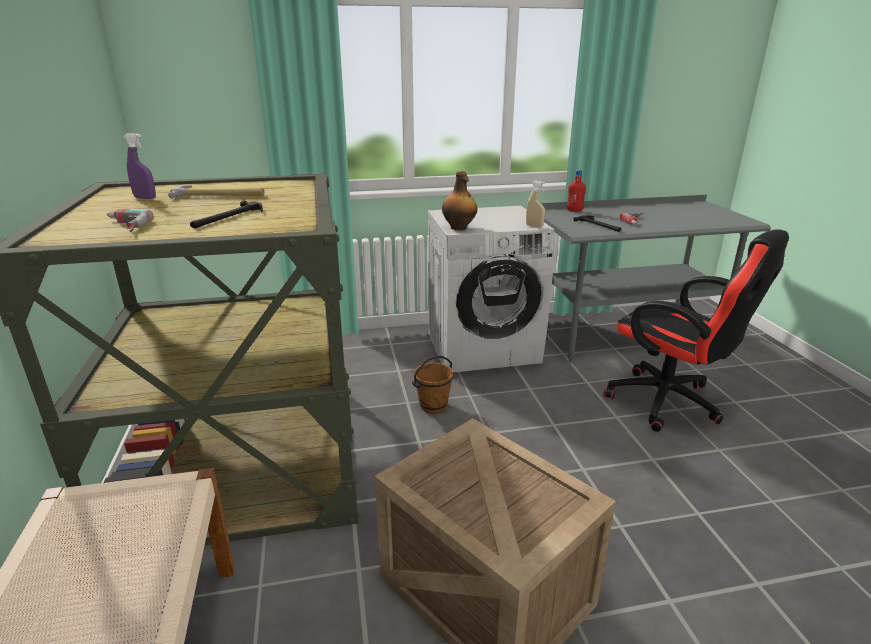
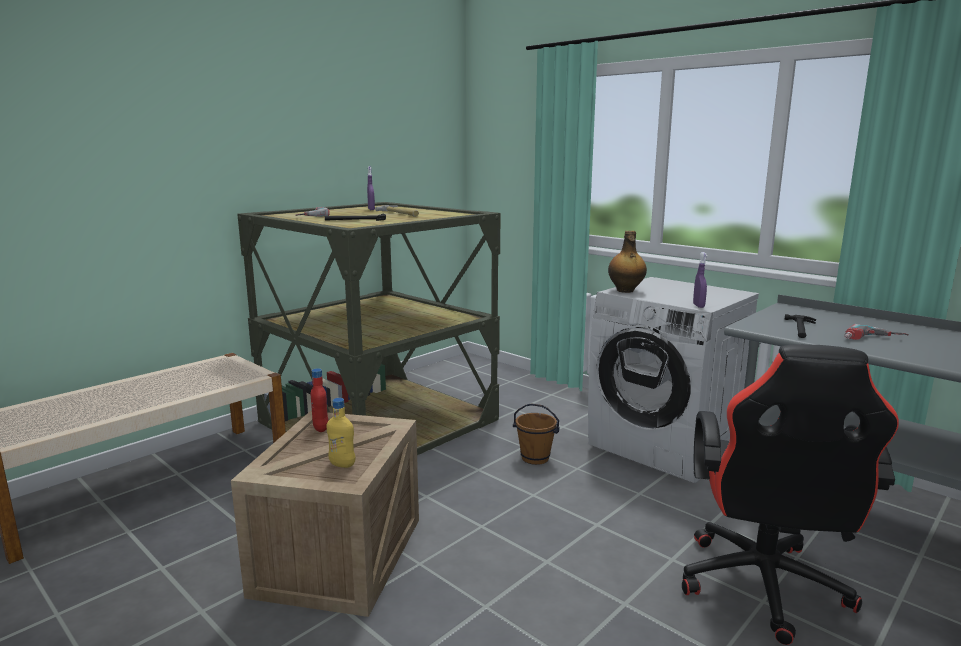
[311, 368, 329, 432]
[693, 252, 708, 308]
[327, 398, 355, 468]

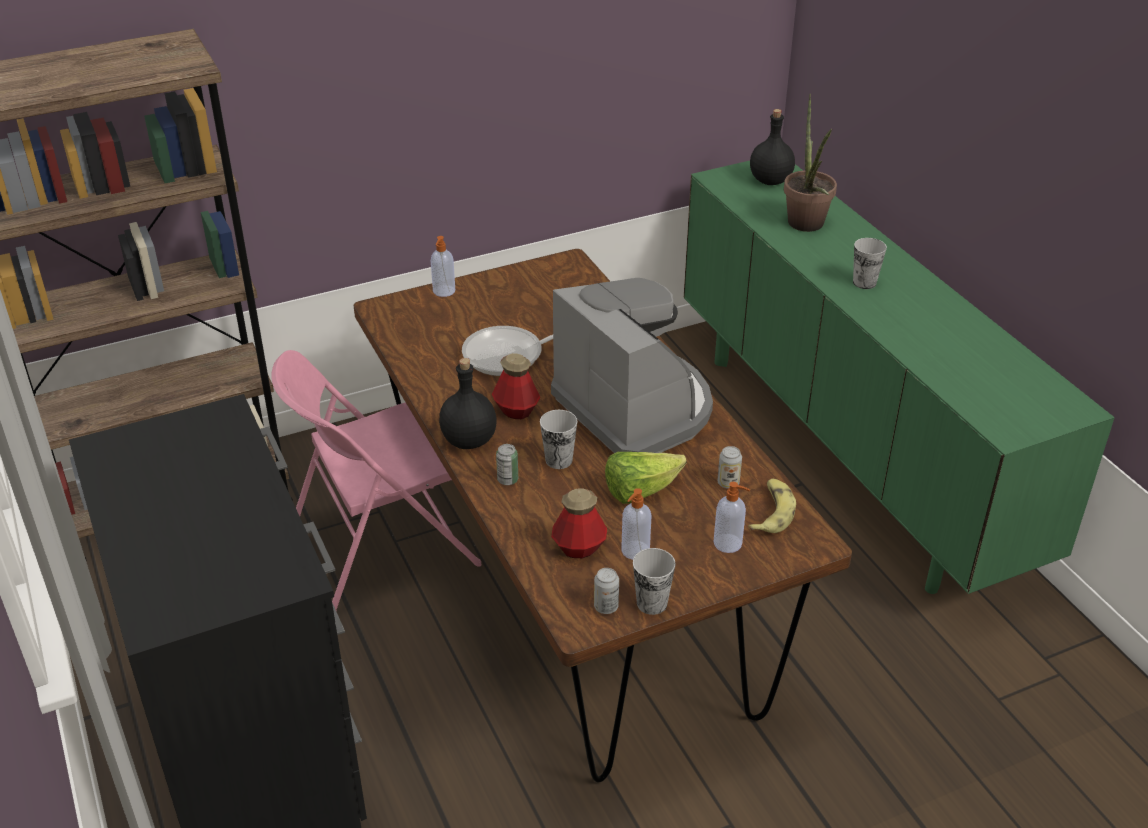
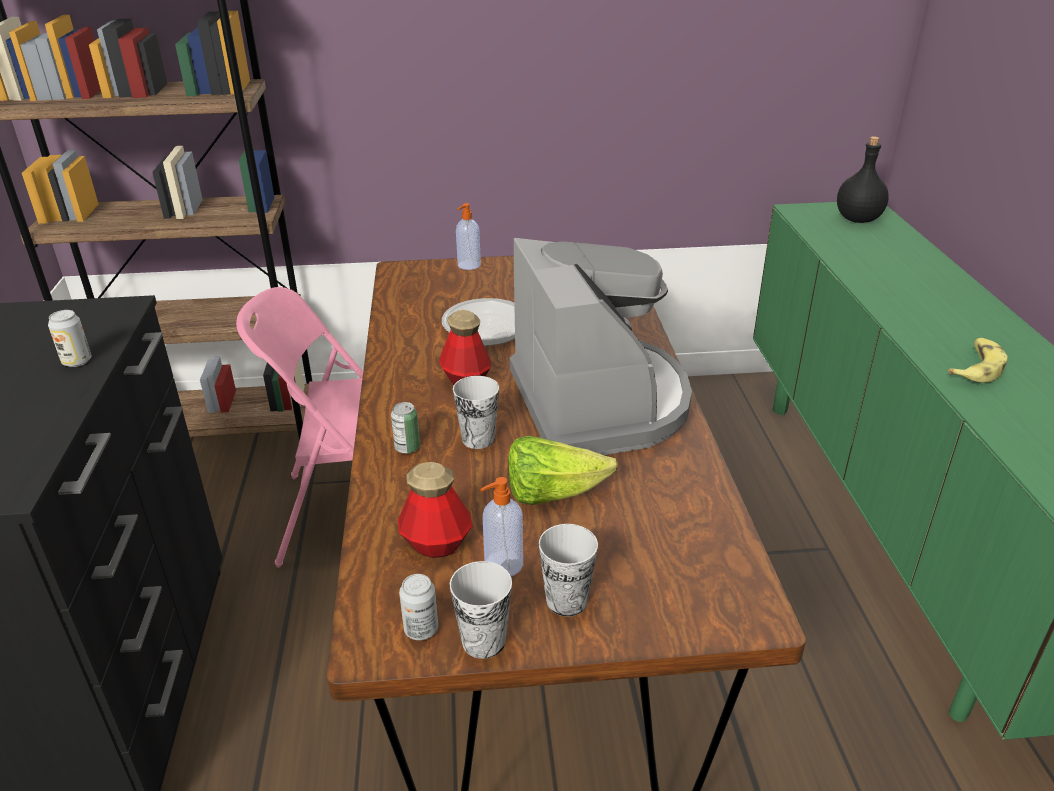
[784, 94, 837, 232] (first image)
[539, 524, 598, 616]
[439, 358, 497, 449] (first image)
[48, 310, 92, 367]
[948, 338, 1008, 383]
[713, 482, 750, 553] (first image)

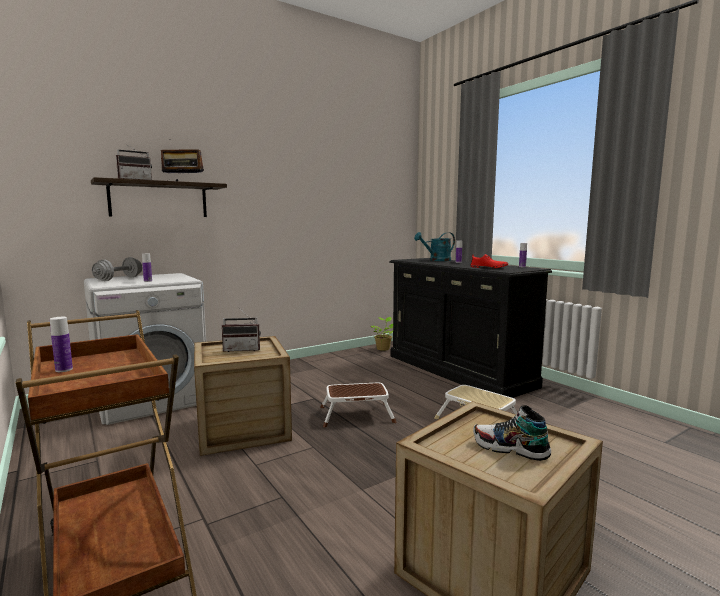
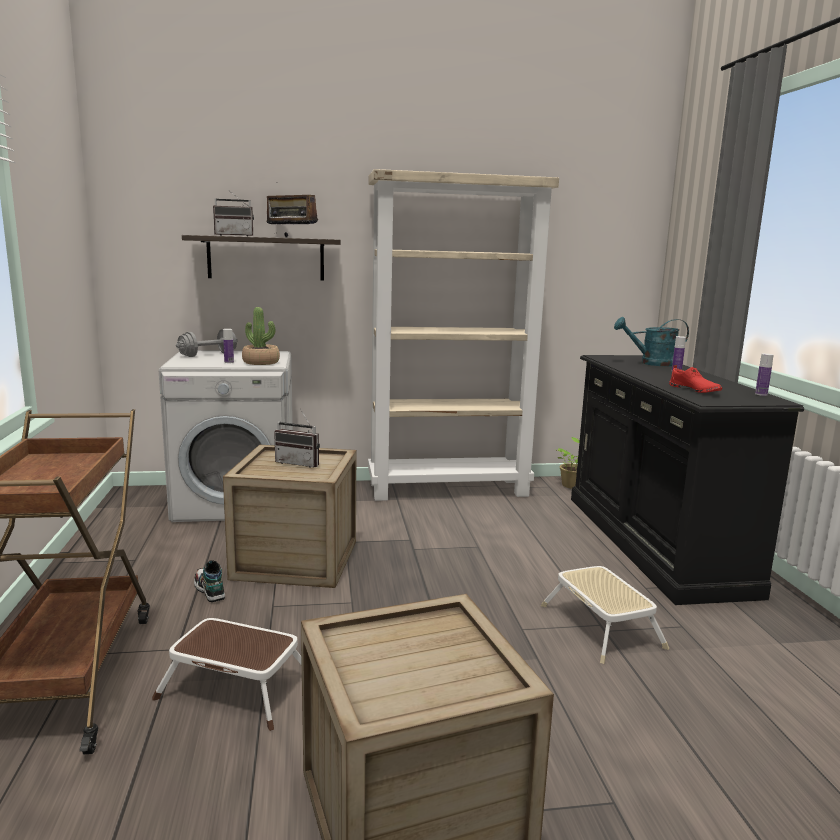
[50, 317, 73, 372] (first image)
[152, 618, 302, 731]
[194, 560, 225, 602]
[368, 169, 559, 501]
[242, 307, 280, 365]

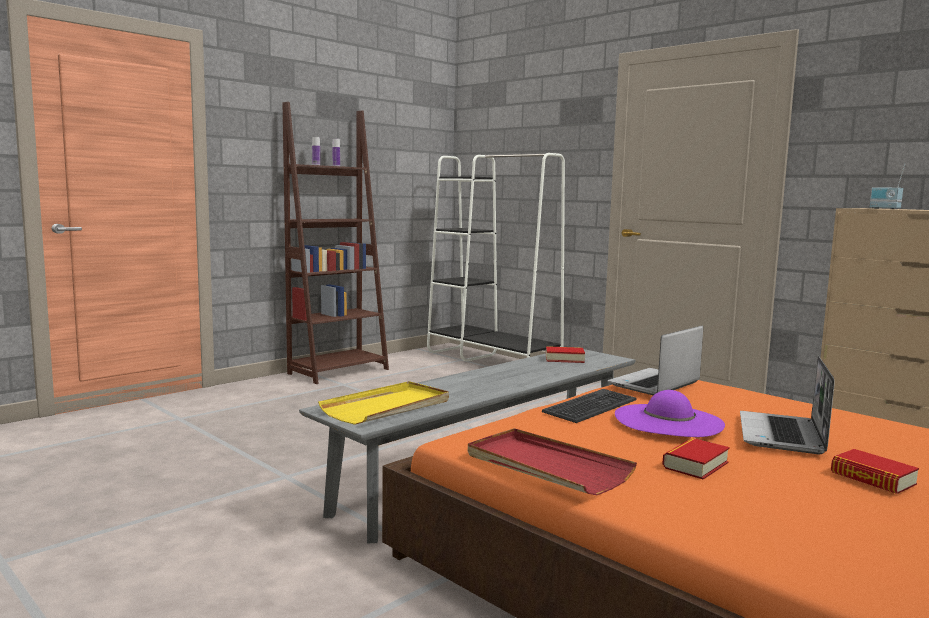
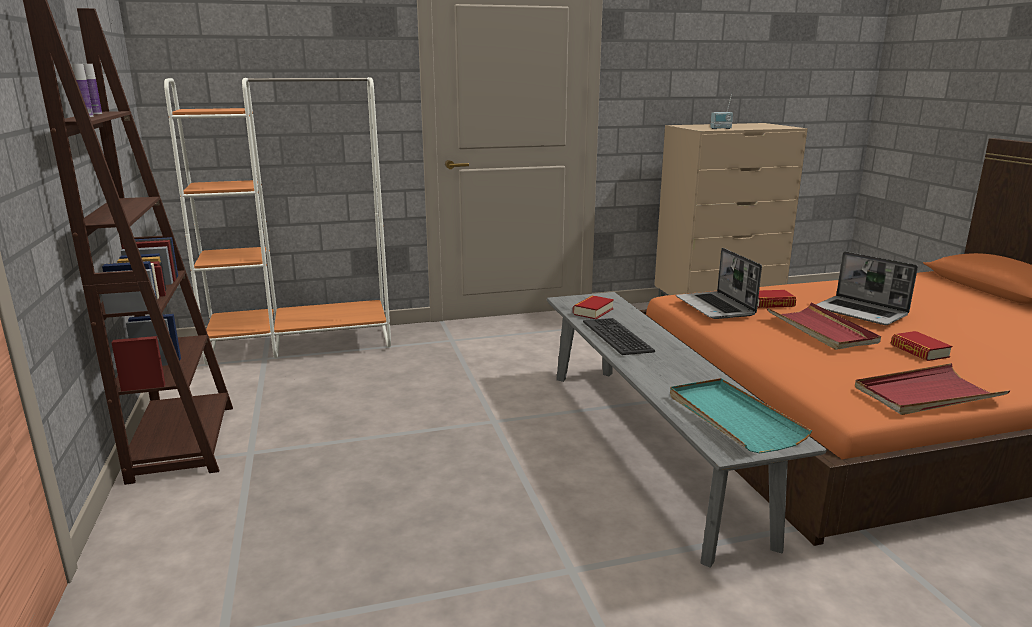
[164, 77, 391, 365]
[670, 378, 812, 454]
[583, 318, 655, 355]
[767, 302, 881, 350]
[757, 290, 796, 308]

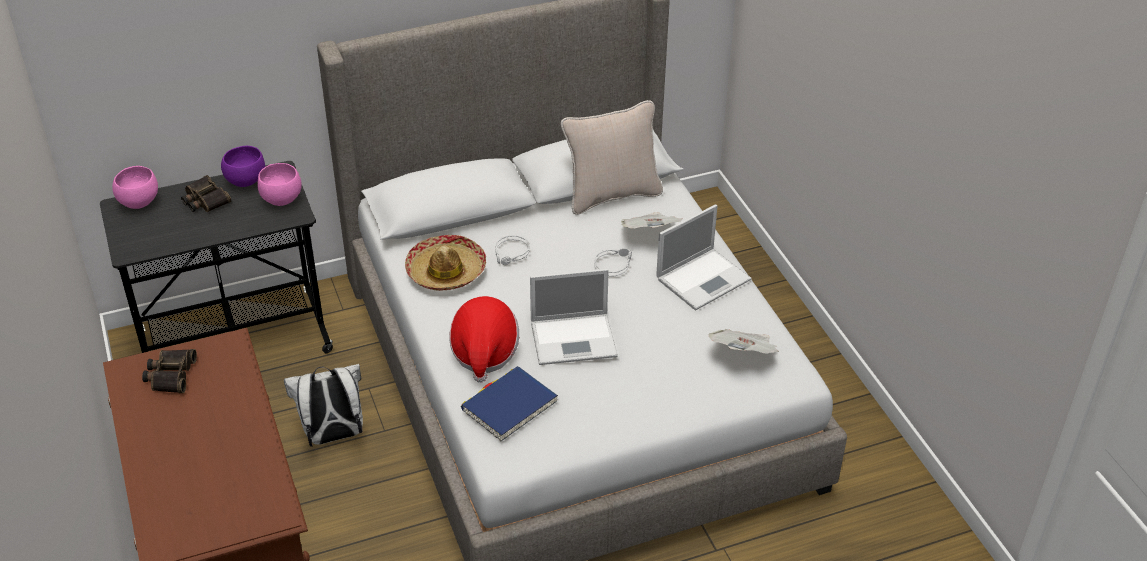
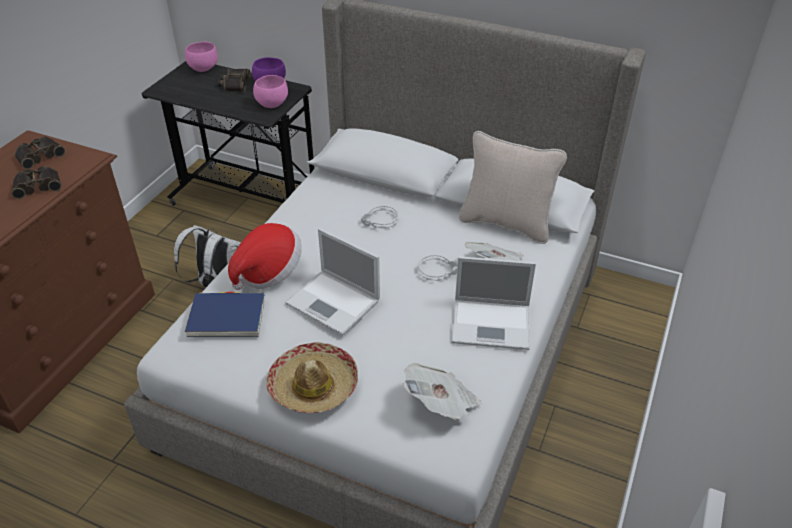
[266, 342, 358, 413]
[11, 166, 62, 199]

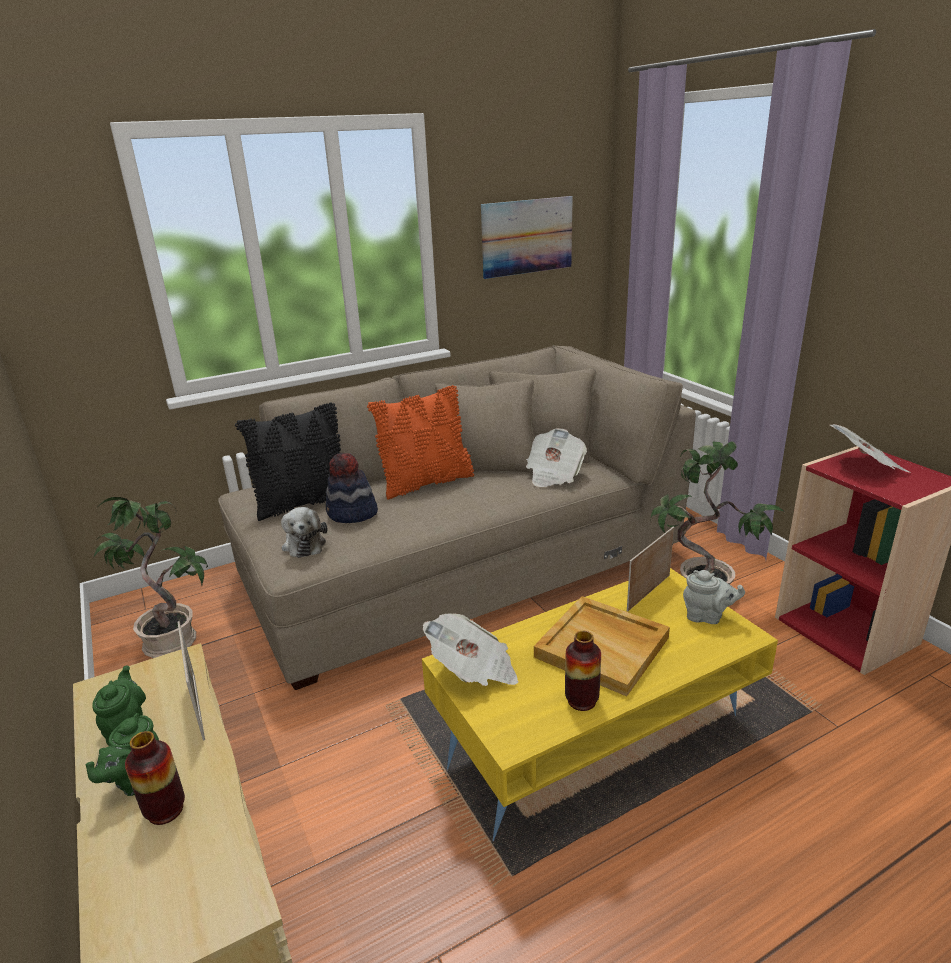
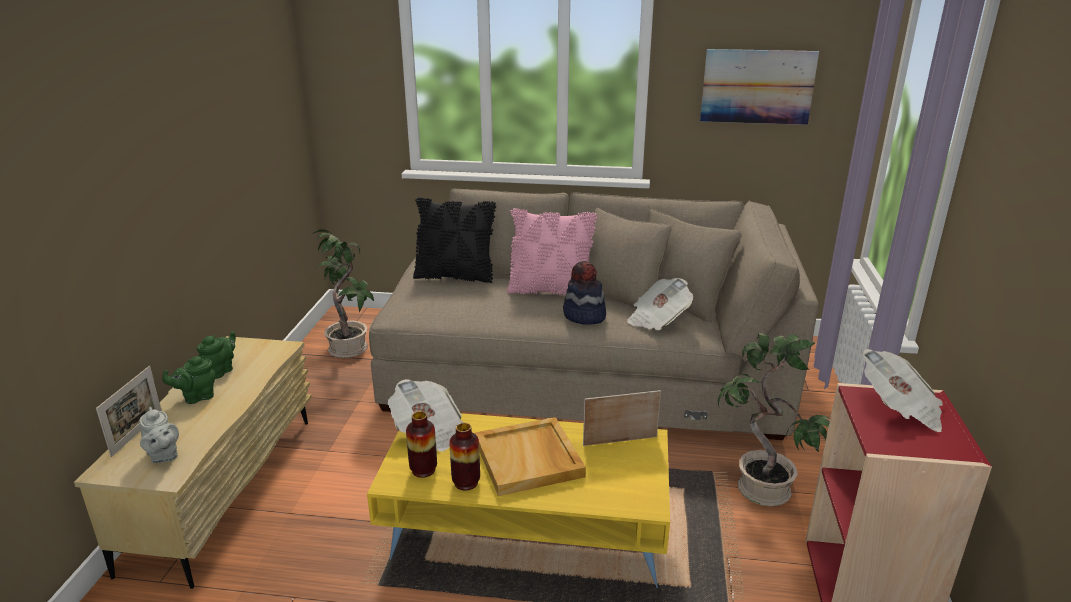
[507, 208, 597, 296]
[563, 261, 606, 325]
[281, 507, 327, 558] (first image)
[140, 407, 179, 464]
[96, 366, 162, 457]
[406, 411, 437, 478]

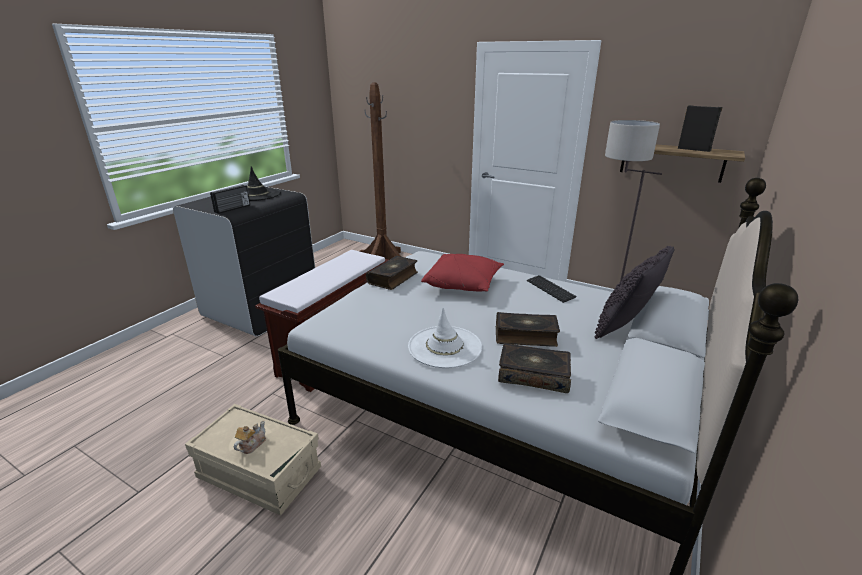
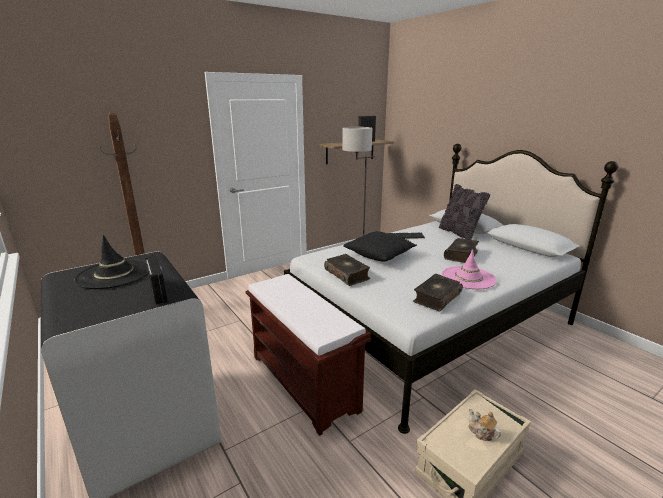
[343, 231, 417, 262]
[442, 249, 497, 289]
[413, 274, 463, 311]

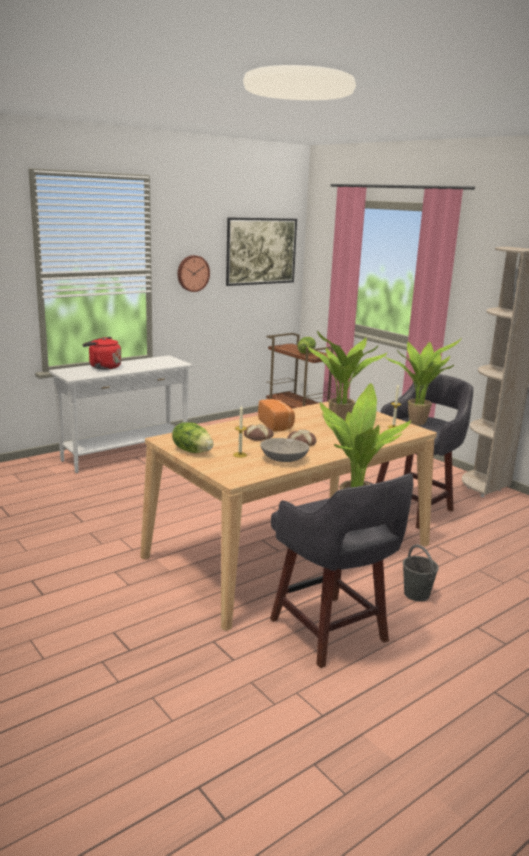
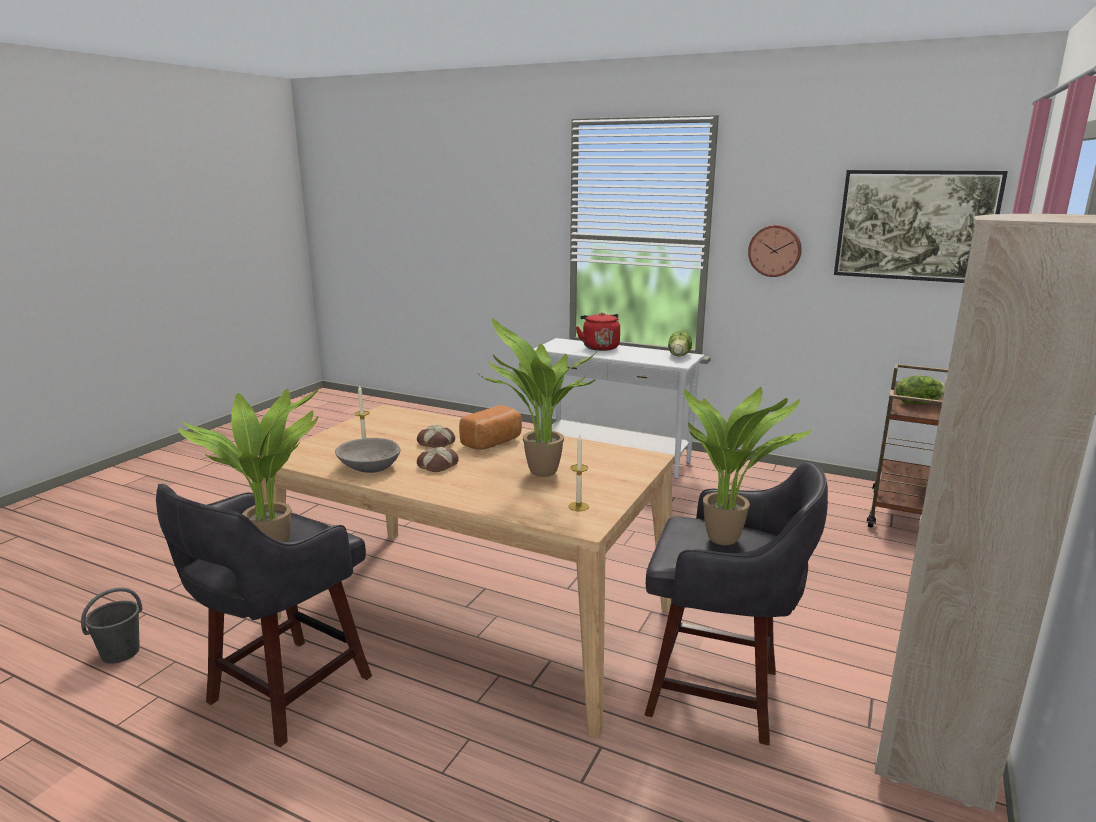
[668, 331, 692, 356]
[81, 587, 142, 664]

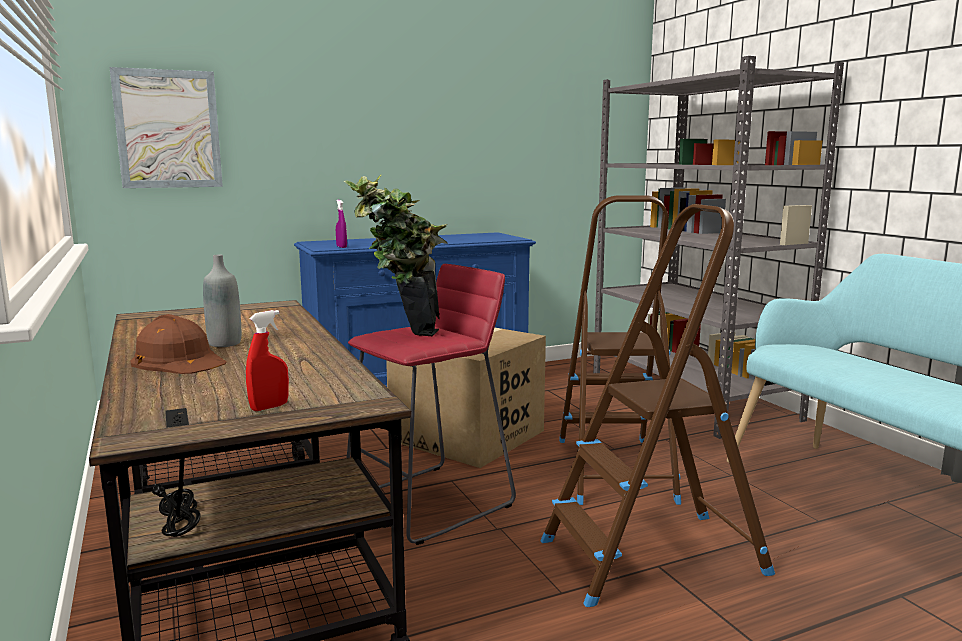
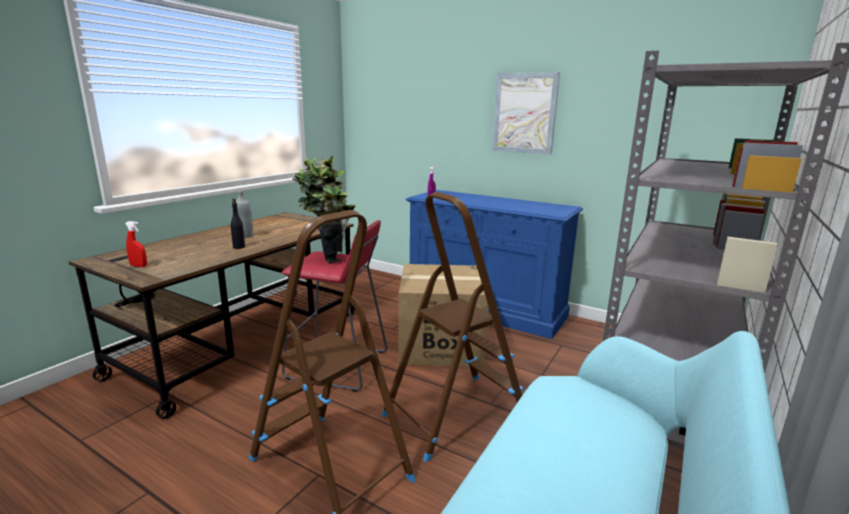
[492, 72, 560, 155]
[130, 314, 226, 374] (first image)
[231, 199, 245, 249]

